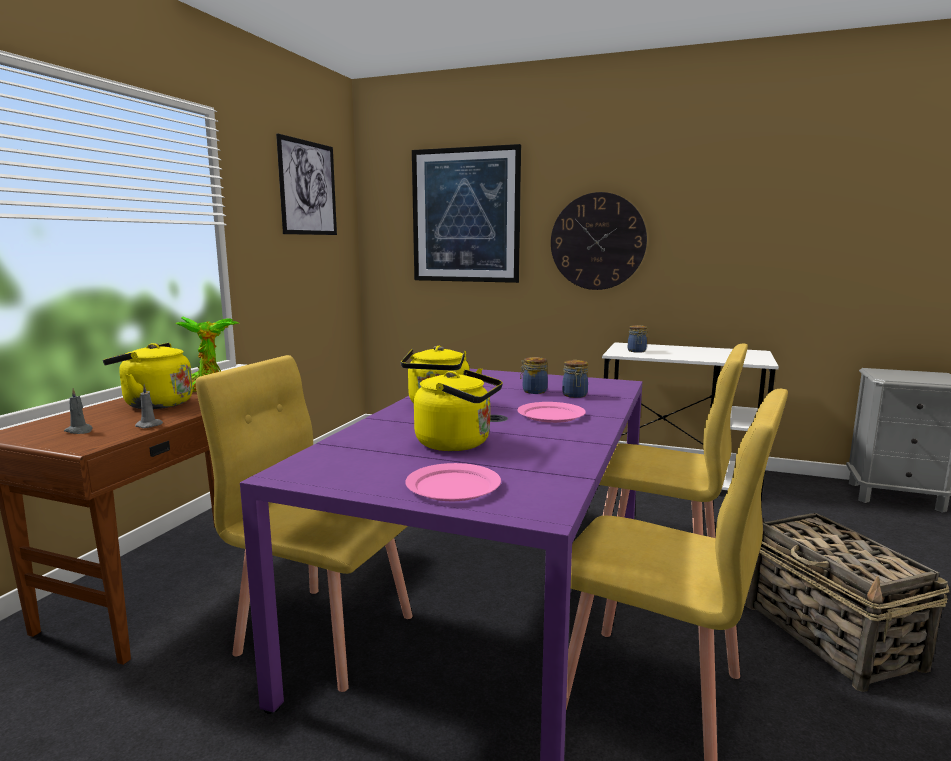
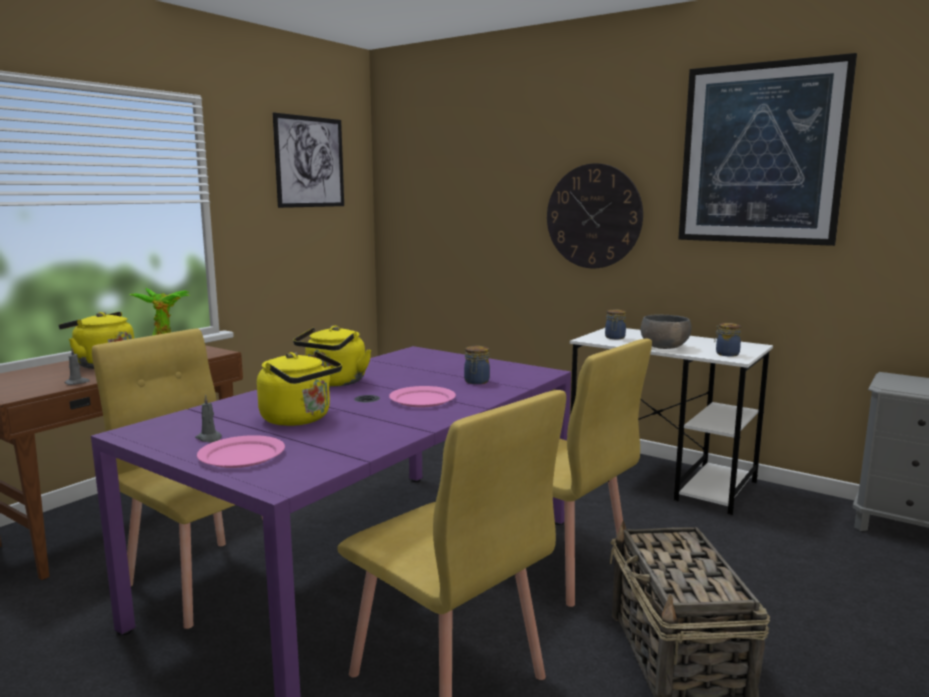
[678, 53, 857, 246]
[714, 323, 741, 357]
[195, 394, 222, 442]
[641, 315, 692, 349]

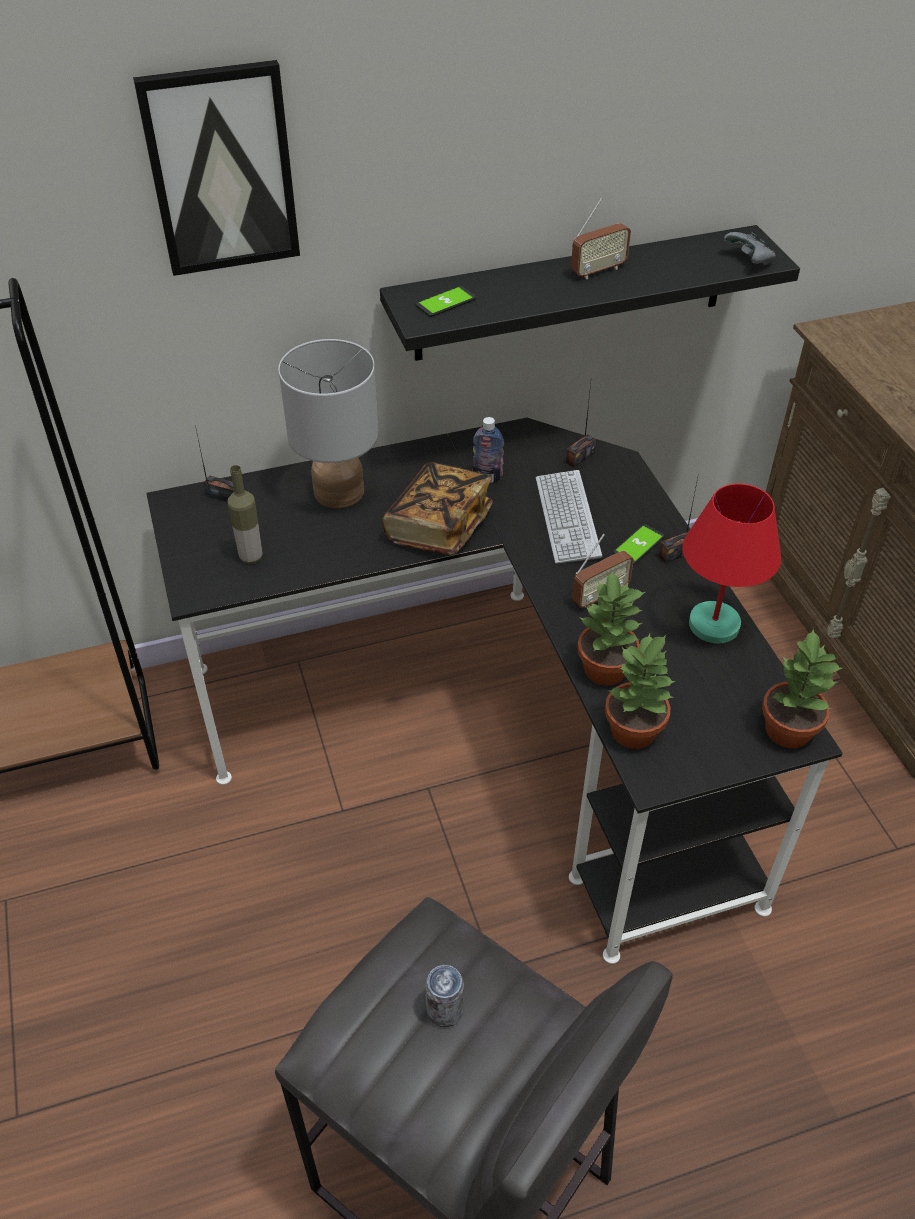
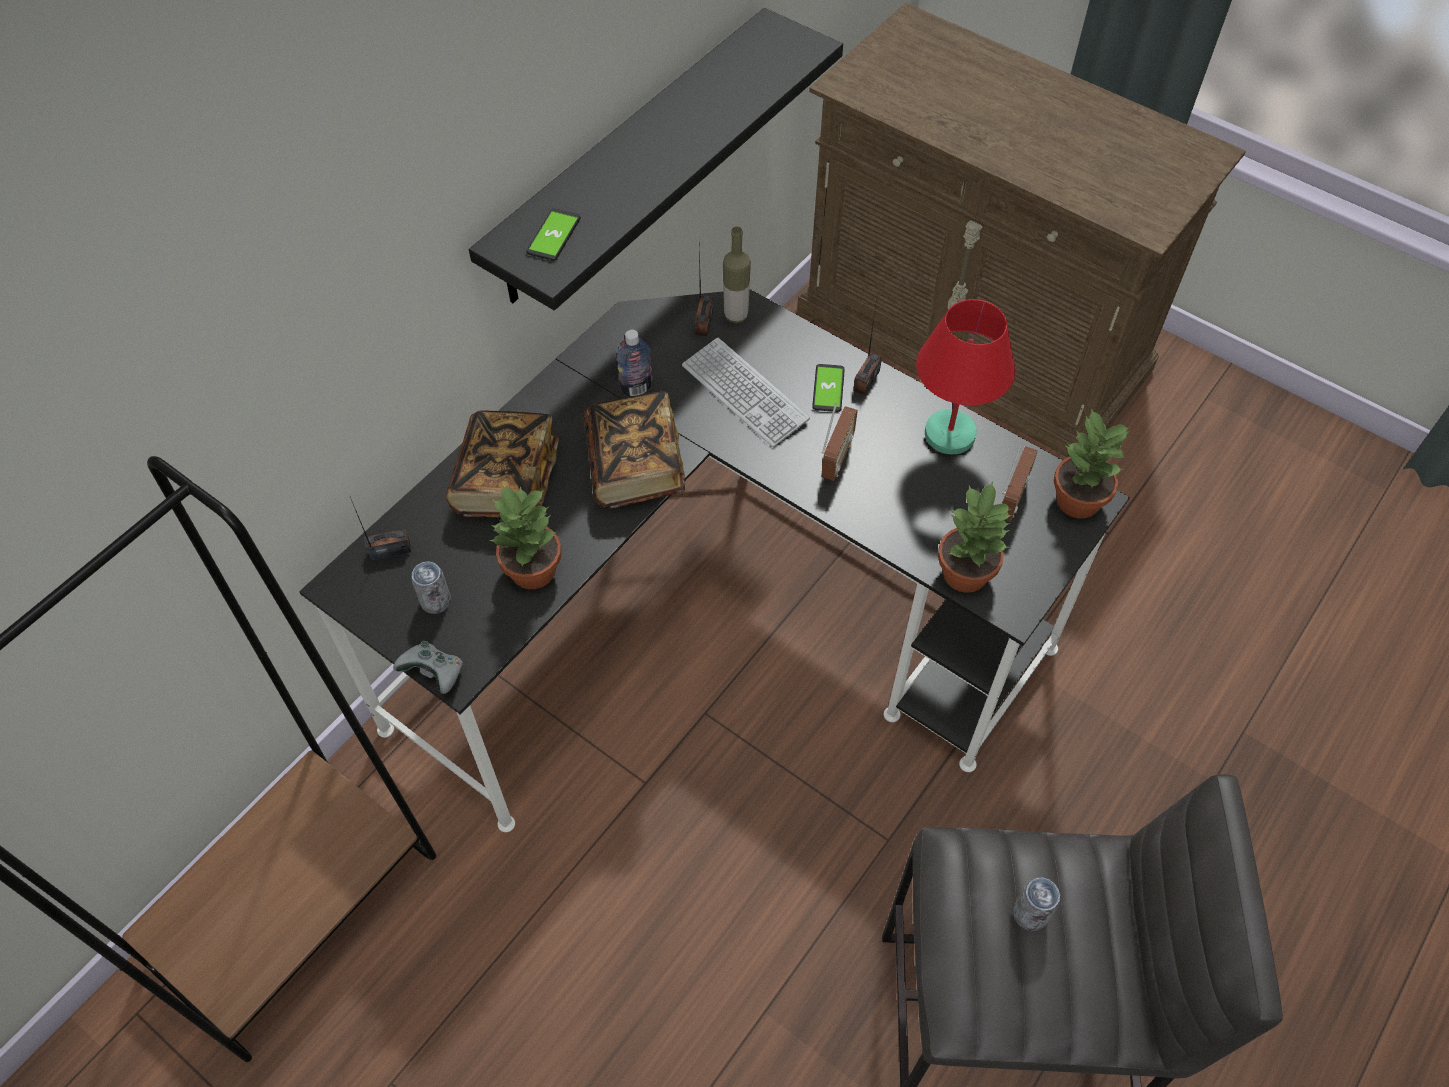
[133, 60, 300, 276] (first image)
[1002, 444, 1038, 522]
[393, 641, 463, 694]
[446, 410, 559, 517]
[723, 226, 751, 323]
[489, 485, 561, 589]
[412, 561, 451, 614]

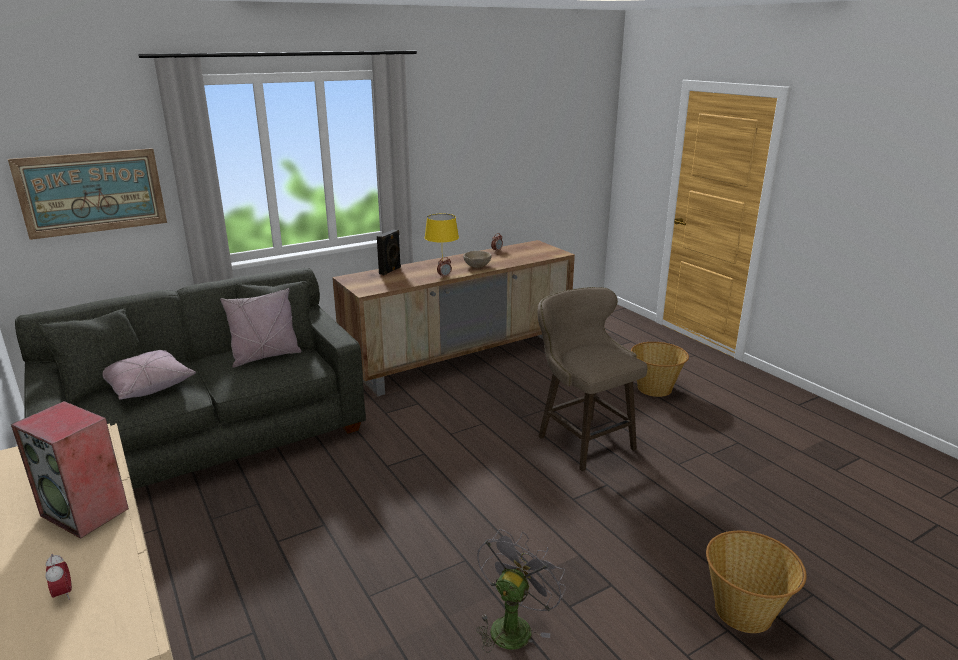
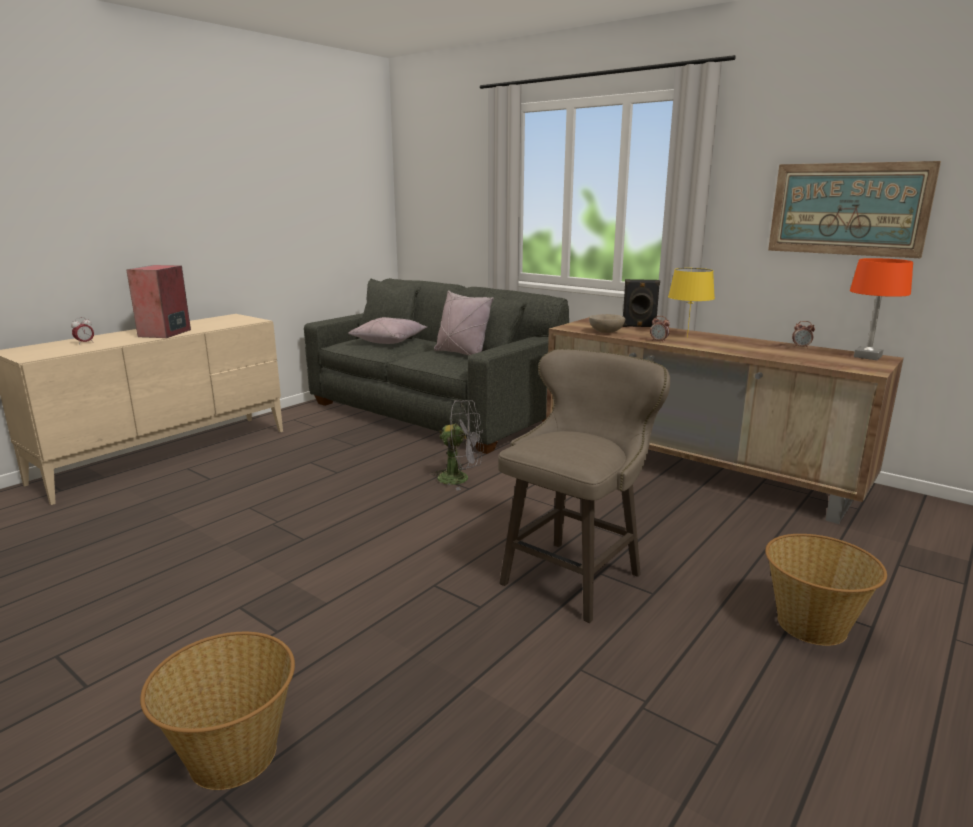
[768, 161, 941, 258]
[589, 314, 625, 333]
[431, 400, 484, 490]
[850, 258, 913, 360]

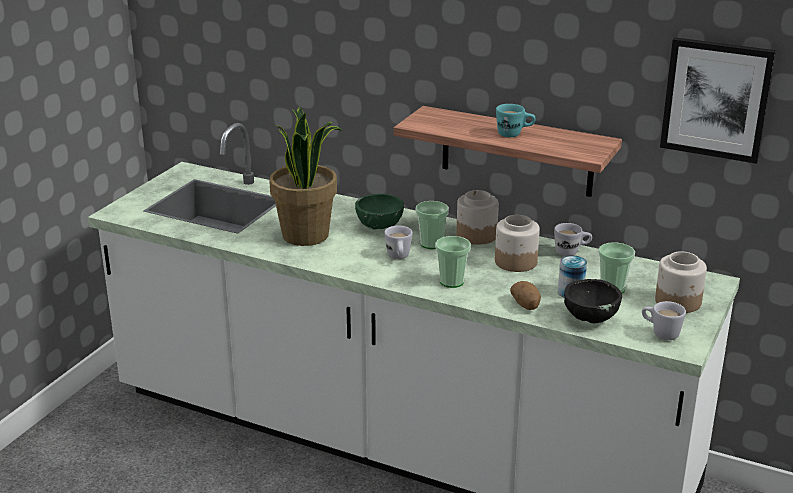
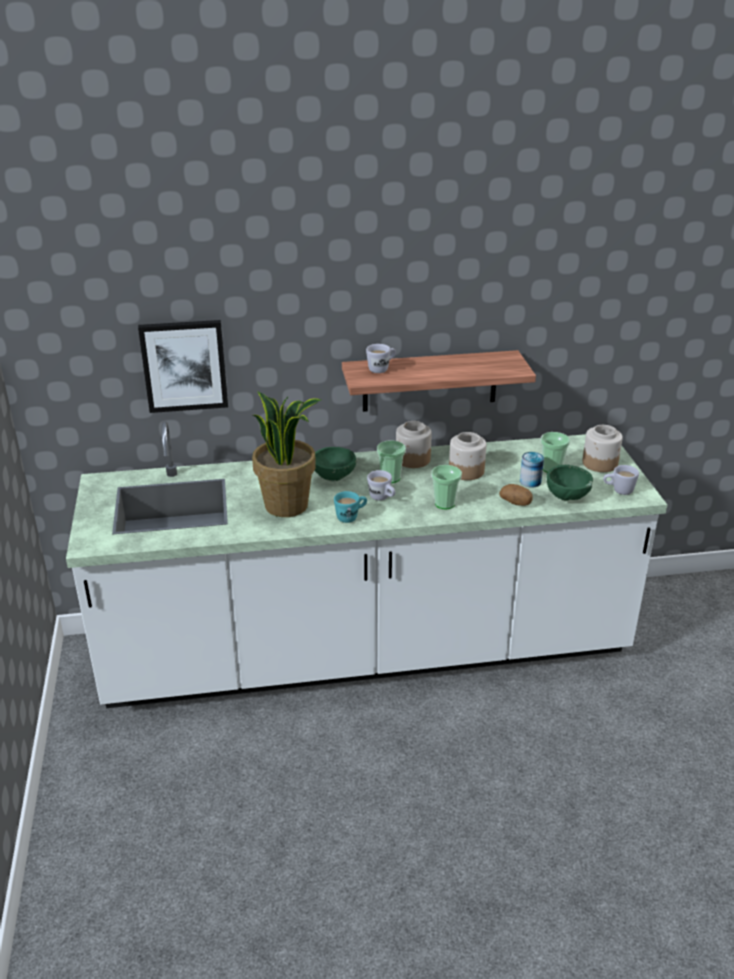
[138, 320, 228, 413]
[334, 491, 367, 523]
[366, 344, 396, 373]
[547, 465, 593, 501]

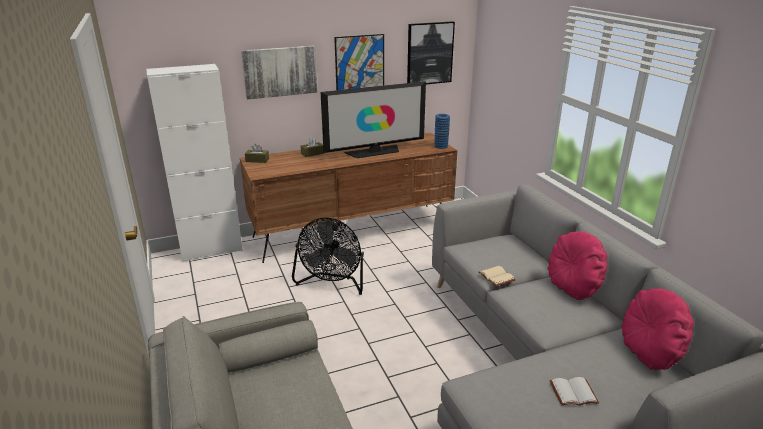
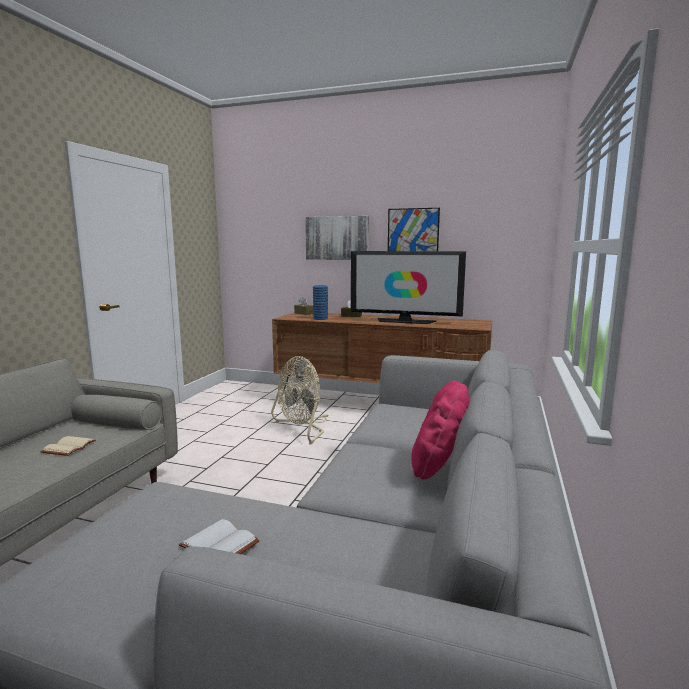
[407, 21, 455, 84] (first image)
[146, 64, 243, 262] (first image)
[313, 285, 328, 320]
[271, 356, 328, 445]
[41, 436, 96, 456]
[621, 288, 694, 370] (first image)

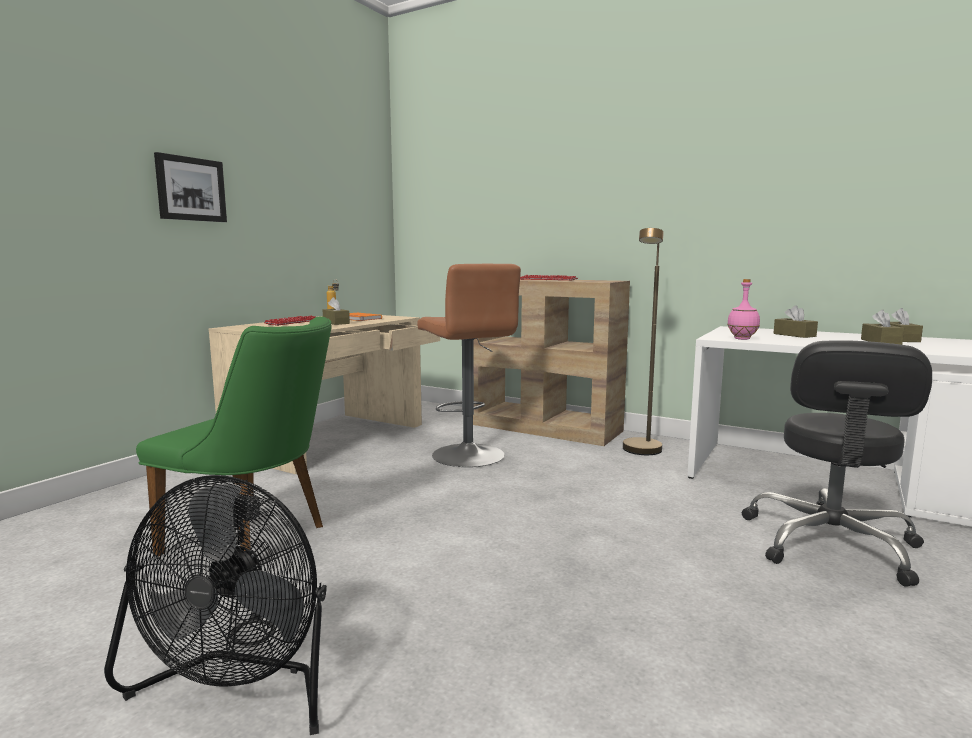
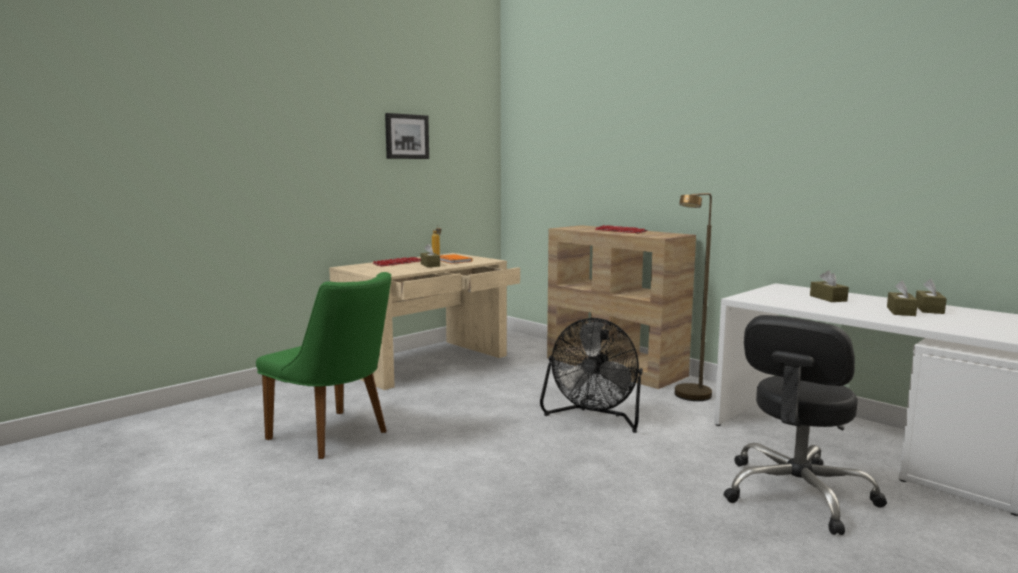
[385, 113, 429, 159]
[417, 264, 521, 467] (first image)
[727, 279, 760, 340] (first image)
[540, 318, 643, 433]

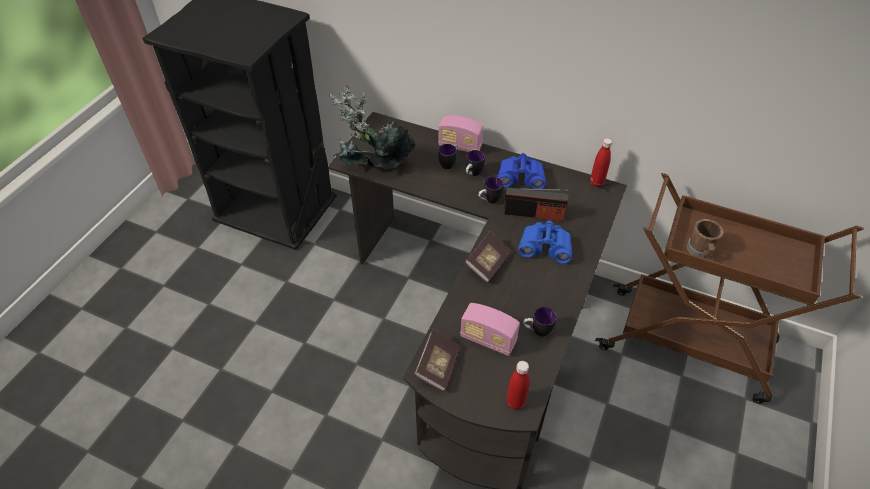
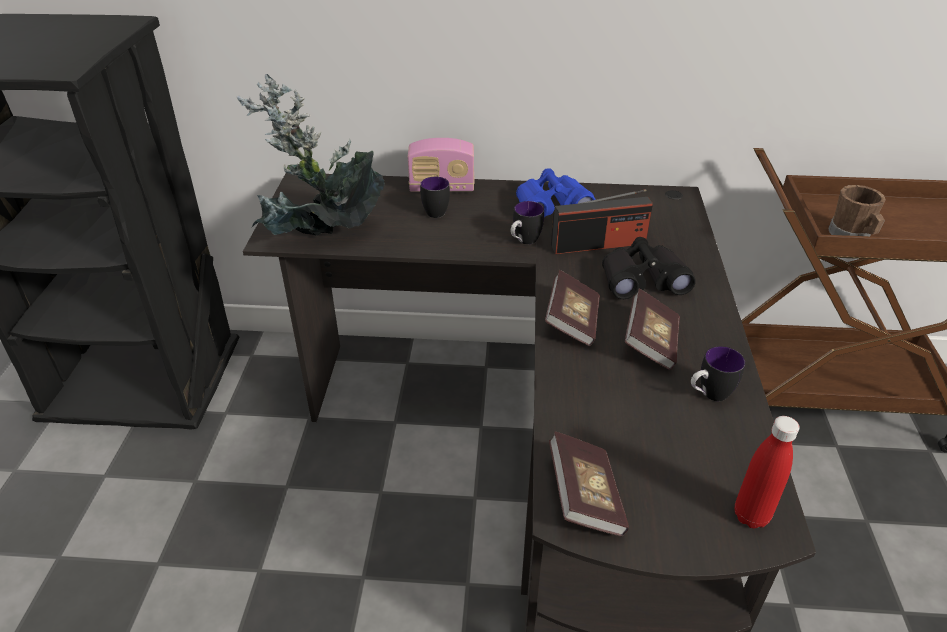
[590, 138, 612, 187] (first image)
[466, 150, 485, 176] (first image)
[602, 237, 696, 299]
[460, 303, 520, 356] (first image)
[625, 289, 680, 370]

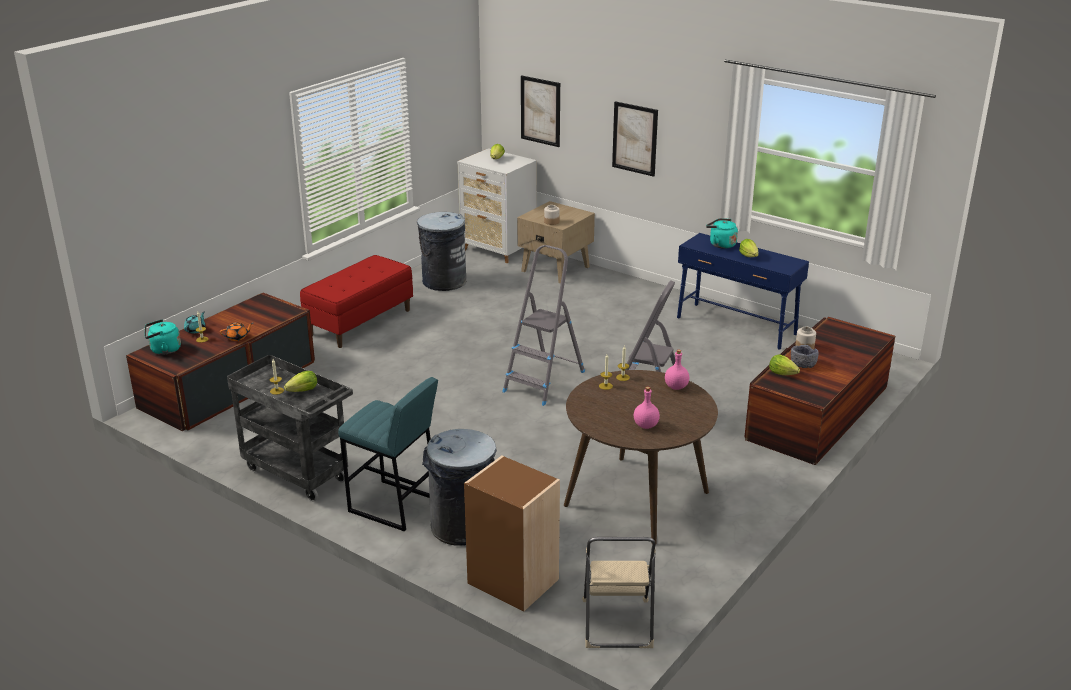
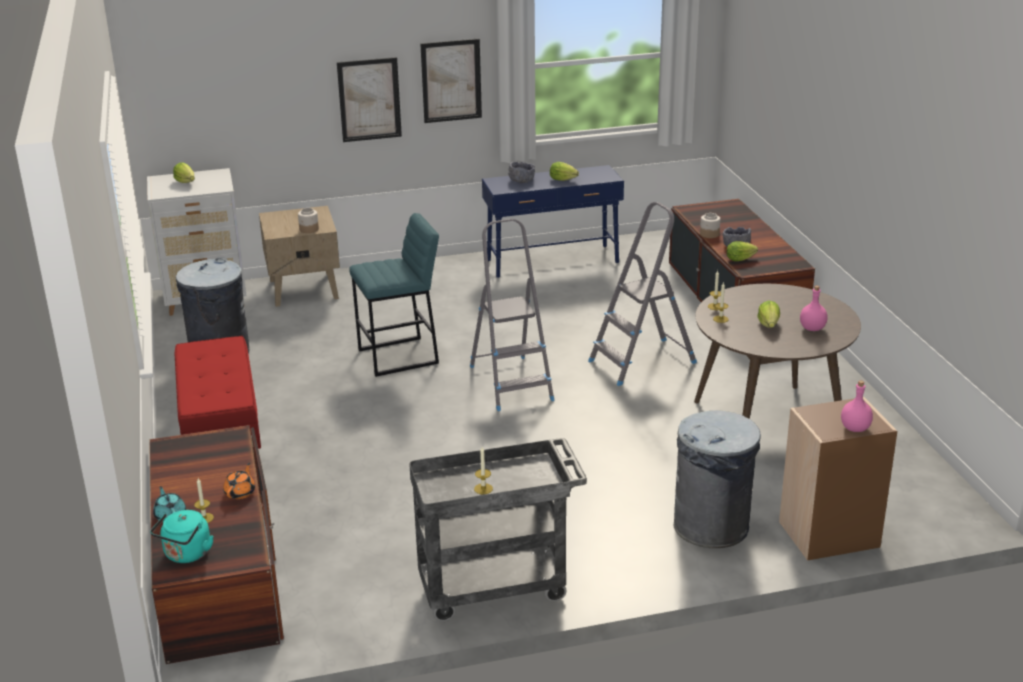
[420, 39, 482, 123]
[508, 162, 535, 183]
[841, 381, 873, 432]
[757, 300, 780, 328]
[349, 213, 439, 377]
[582, 537, 656, 648] (first image)

